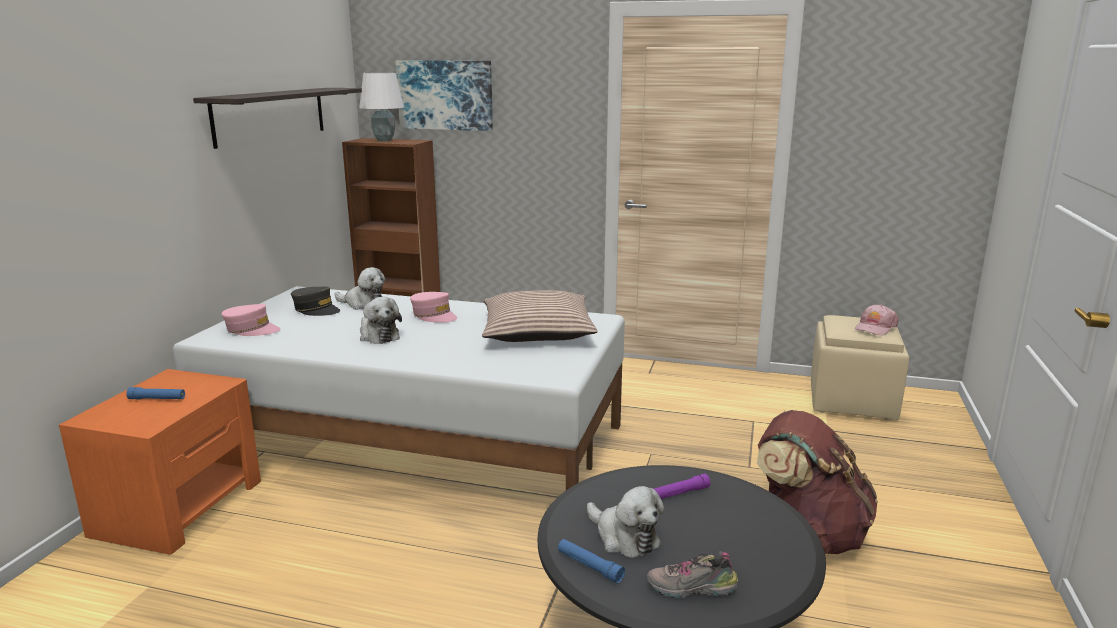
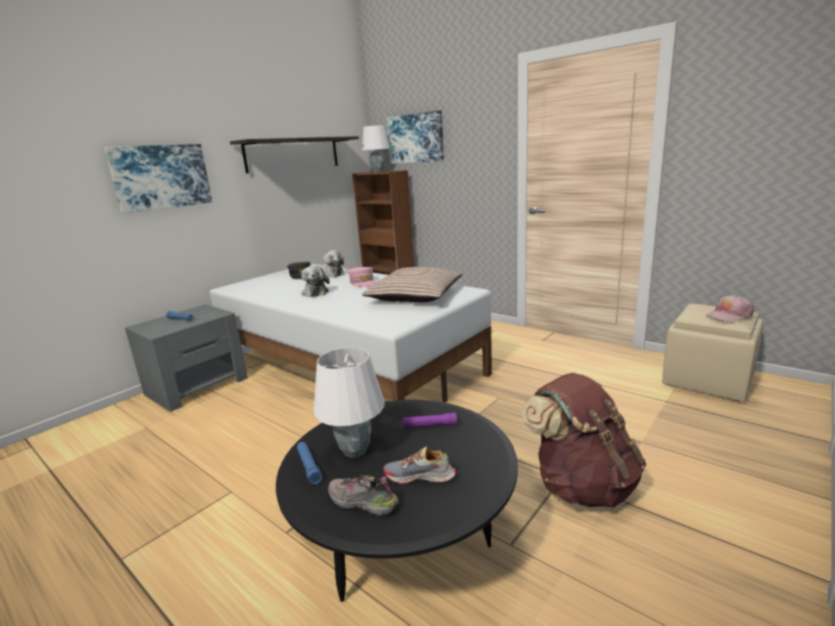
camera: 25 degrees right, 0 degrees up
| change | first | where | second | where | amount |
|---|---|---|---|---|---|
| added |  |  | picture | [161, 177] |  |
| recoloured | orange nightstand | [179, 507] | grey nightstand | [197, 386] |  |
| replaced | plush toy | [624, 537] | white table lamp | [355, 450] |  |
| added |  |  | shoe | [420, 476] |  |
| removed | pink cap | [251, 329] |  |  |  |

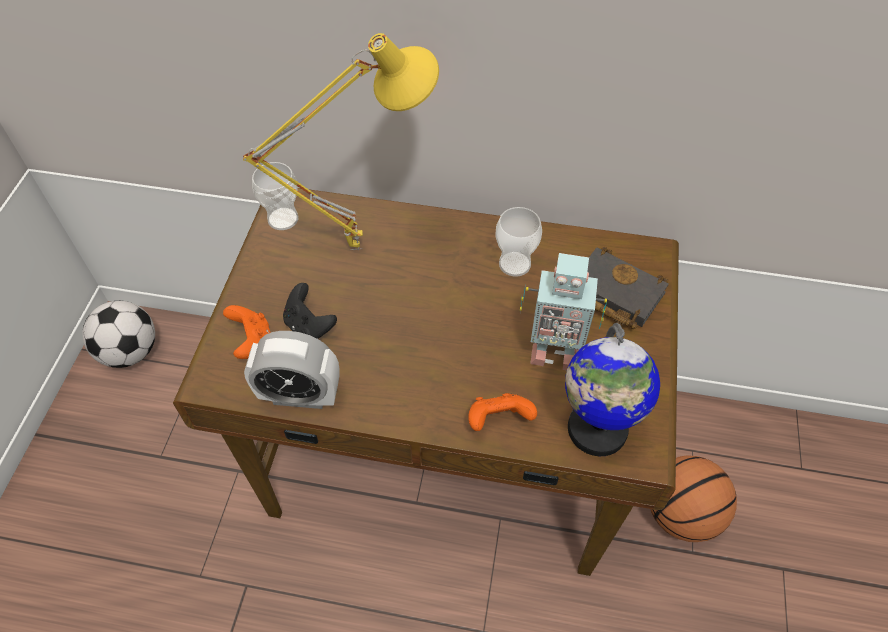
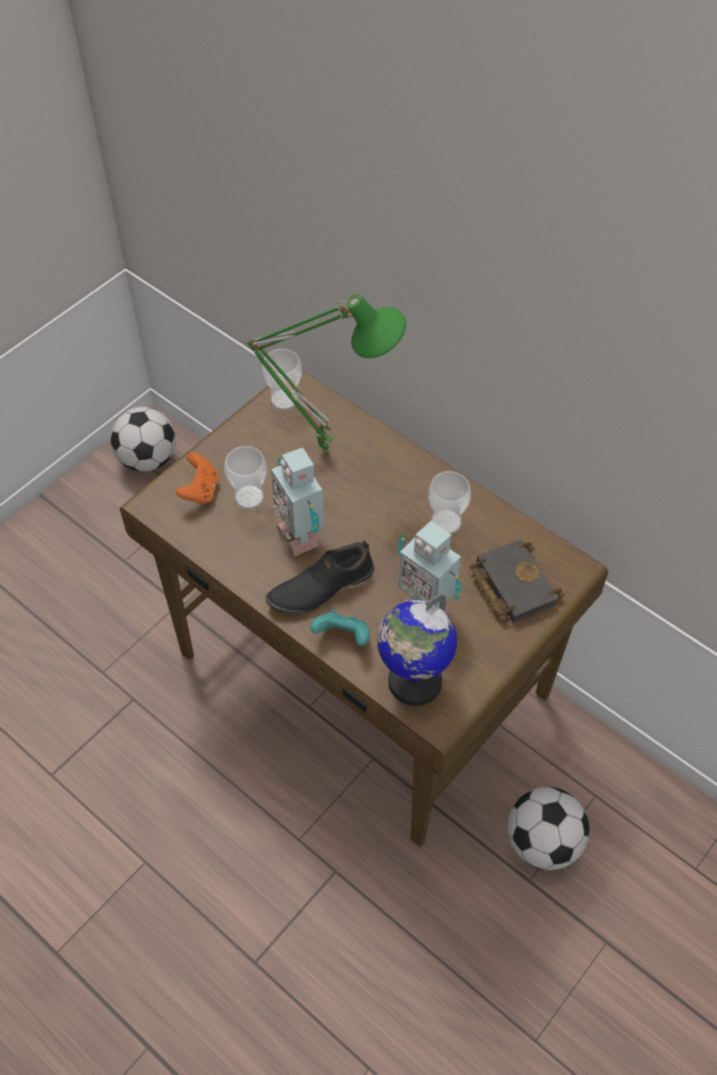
camera: 30 degrees right, 0 degrees up
| change | first | where | second | where | amount |
|---|---|---|---|---|---|
| replaced | black game controller | [309, 327] | cup | [249, 497] |  |
| recoloured | yellow table lamp | [356, 246] | green table lamp | [327, 448] |  |
| added |  |  | black shoe | [320, 586] |  |
| added |  |  | toy robot | [300, 534] |  |
| recoloured | orange game controller | [498, 420] | turquoise game controller | [343, 637] |  |
| replaced | basketball | [680, 513] | football | [543, 842] |  |
| removed | alarm clock | [300, 395] |  |  |  |

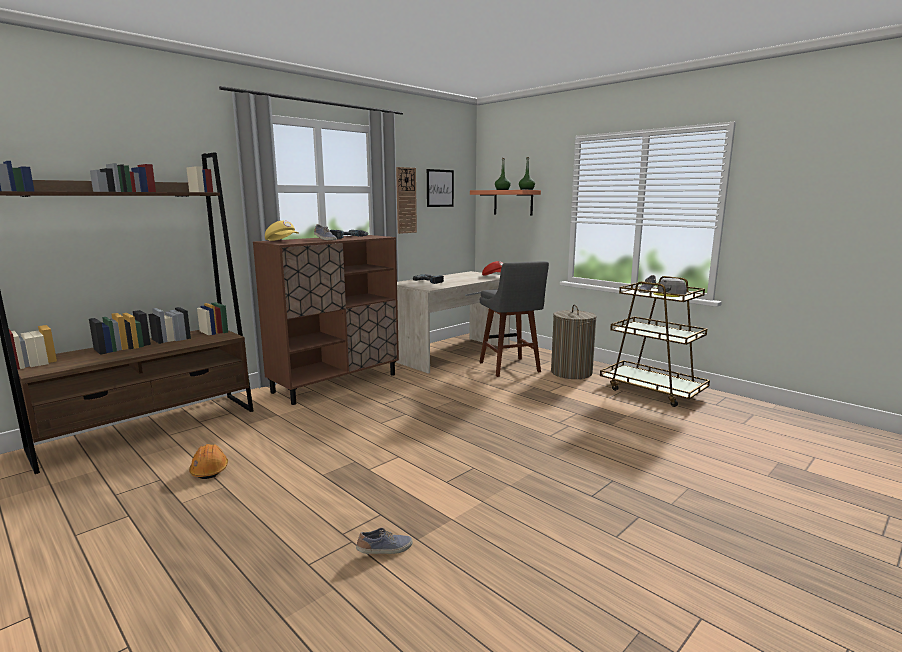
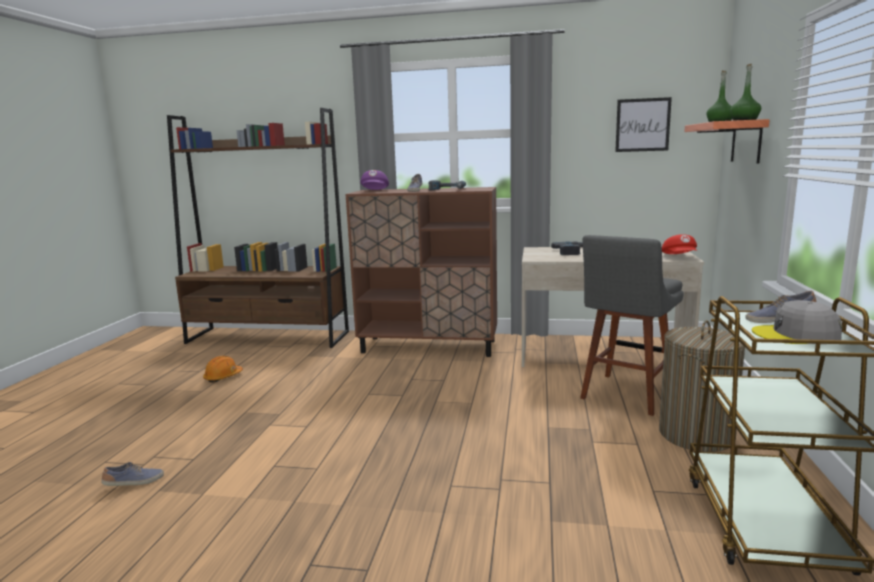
camera: 55 degrees right, 0 degrees up
| change | first | where | second | where | amount |
|---|---|---|---|---|---|
| turned | shoe | [385, 550] |  | [134, 483] | 60 degrees counterclockwise |
| recoloured | yellow cap | [282, 241] | purple cap | [375, 190] |  |
| removed | wall clock | [406, 200] |  |  |  |

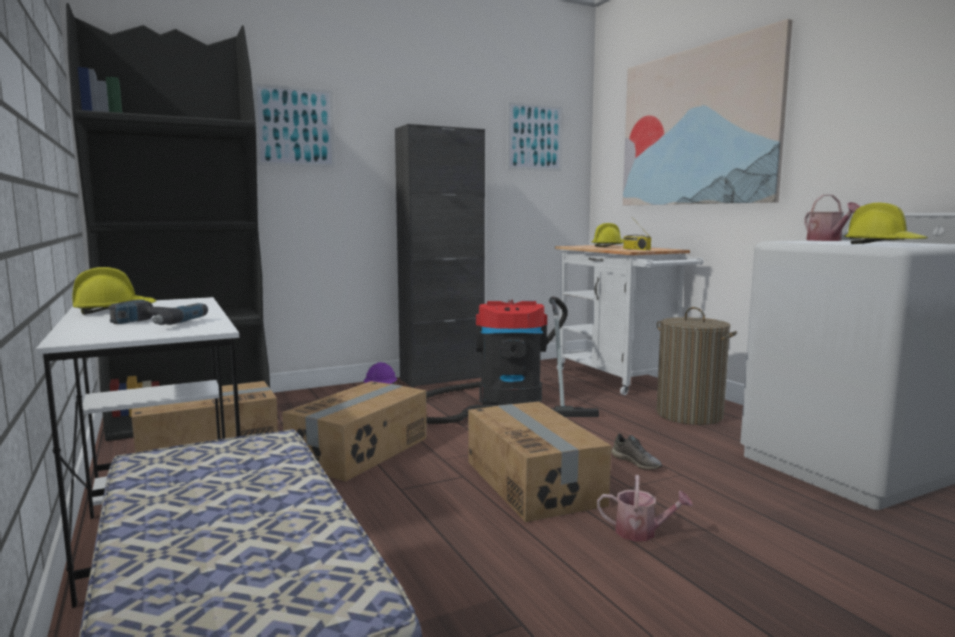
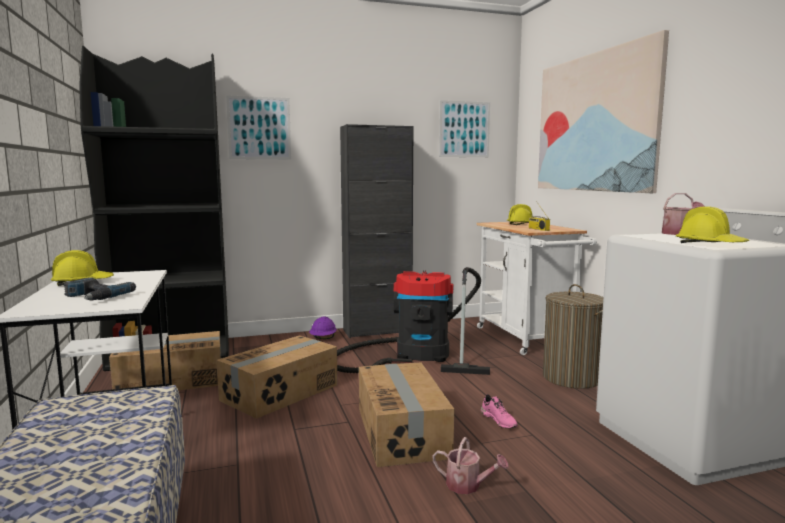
camera: 10 degrees right, 0 degrees up
| change | first | where | second | where | amount |
|---|---|---|---|---|---|
| recoloured | grey shoe | [637, 462] | pink shoe | [499, 420] |  |

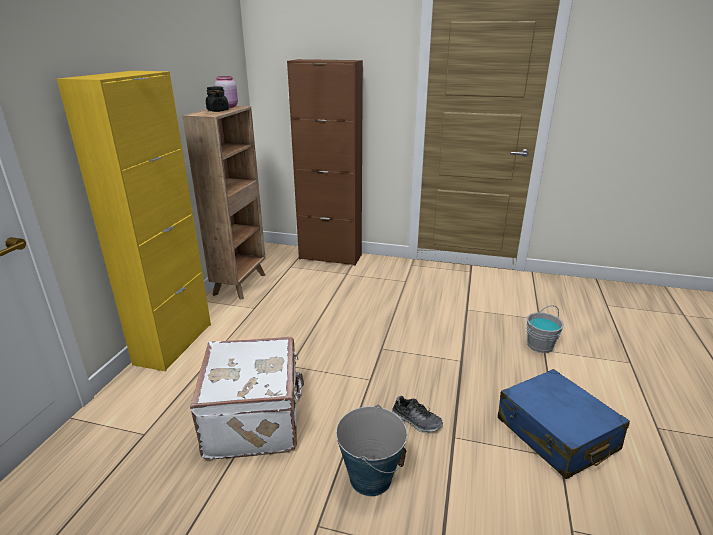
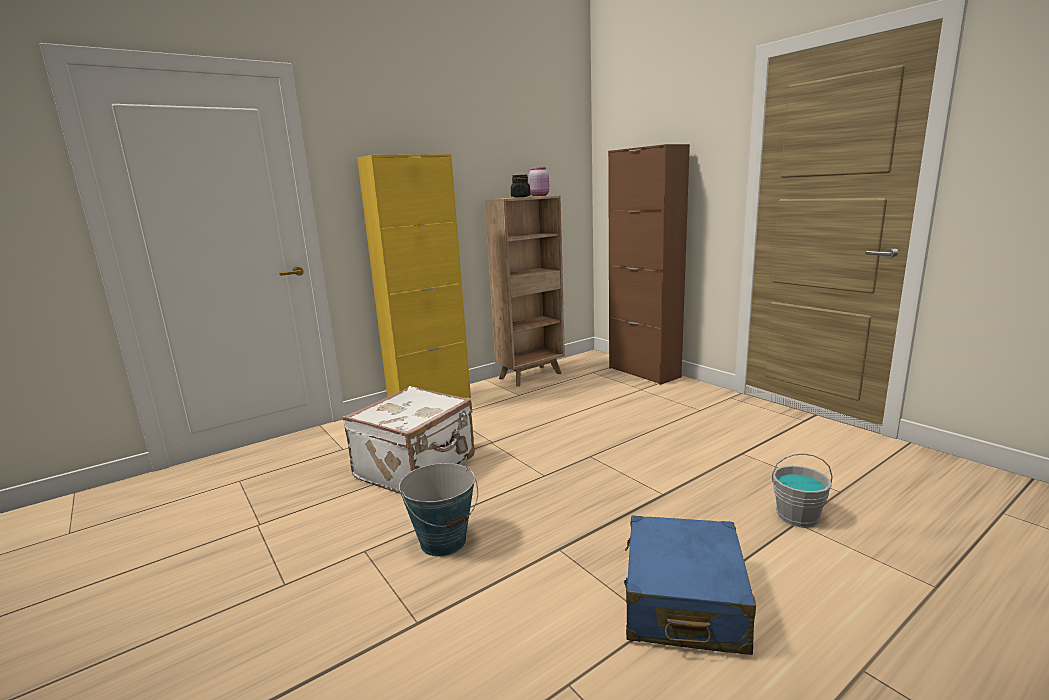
camera: 40 degrees right, 10 degrees down
| change | first | where | second | where | amount |
|---|---|---|---|---|---|
| removed | shoe | [416, 421] |  |  |  |

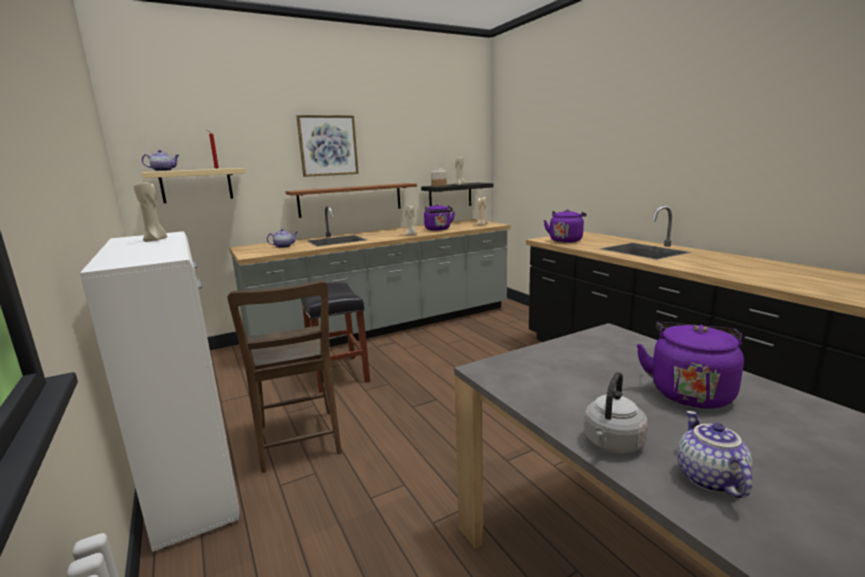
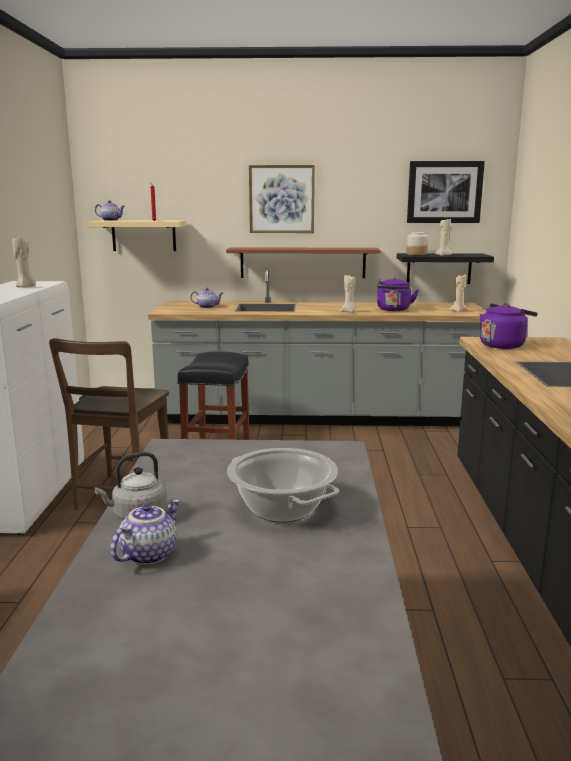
camera: 30 degrees right, 0 degrees up
| change | first | where | second | where | amount |
|---|---|---|---|---|---|
| replaced | purple kettle | [689, 392] | cooking pot | [283, 508] |  |
| added |  |  | picture | [444, 192] |  |

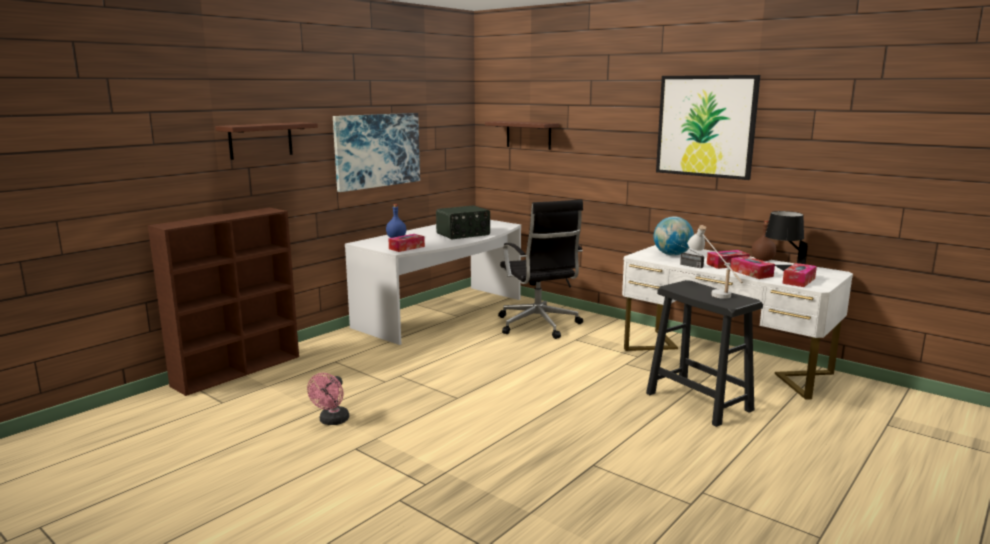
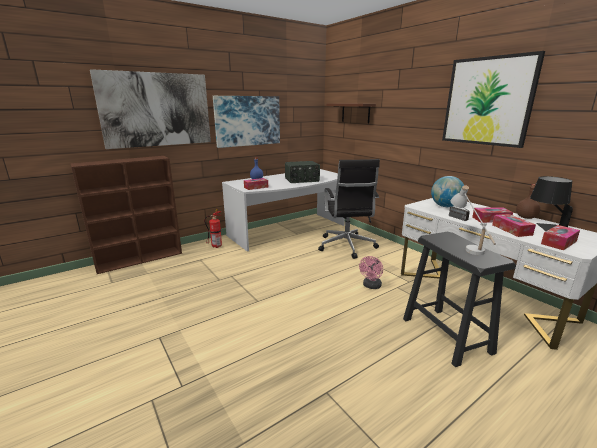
camera: 15 degrees right, 5 degrees up
| change | first | where | second | where | amount |
|---|---|---|---|---|---|
| replaced | brown shelf | [261, 140] | picture | [156, 110] |  |
| added |  |  | fire extinguisher | [215, 247] |  |
| moved | pink fan | [332, 421] |  | [371, 286] |  |

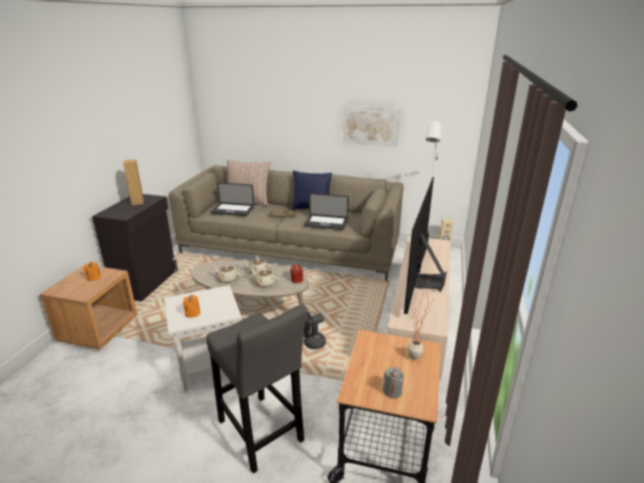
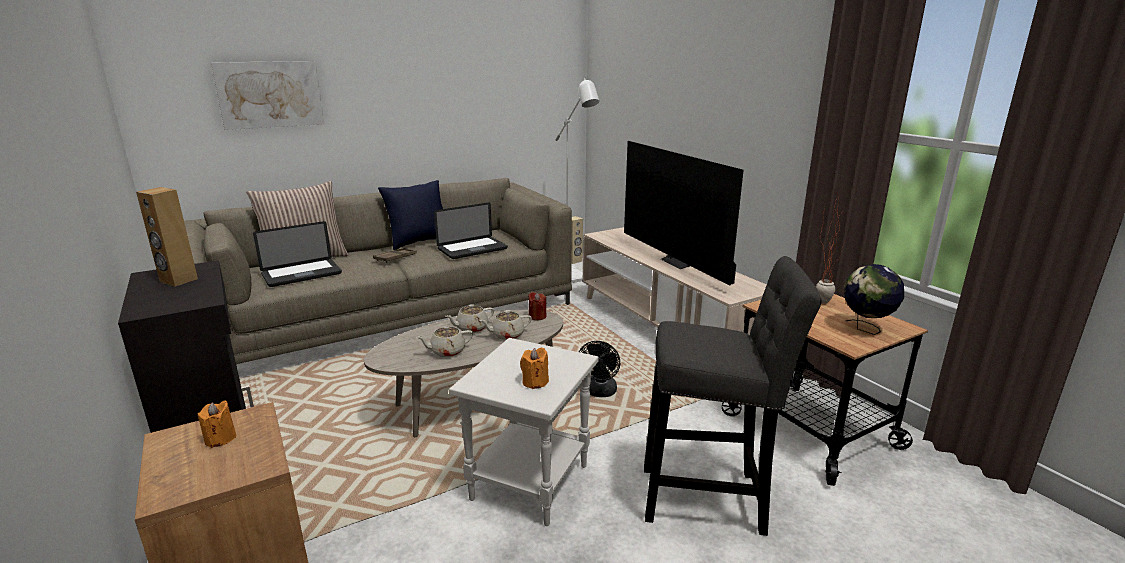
camera: 45 degrees left, 5 degrees down
| change | first | where | second | where | amount |
|---|---|---|---|---|---|
| moved | picture | [370, 125] |  | [270, 94] |  |
| replaced | grey candle | [392, 391] | globe | [866, 329] |  |

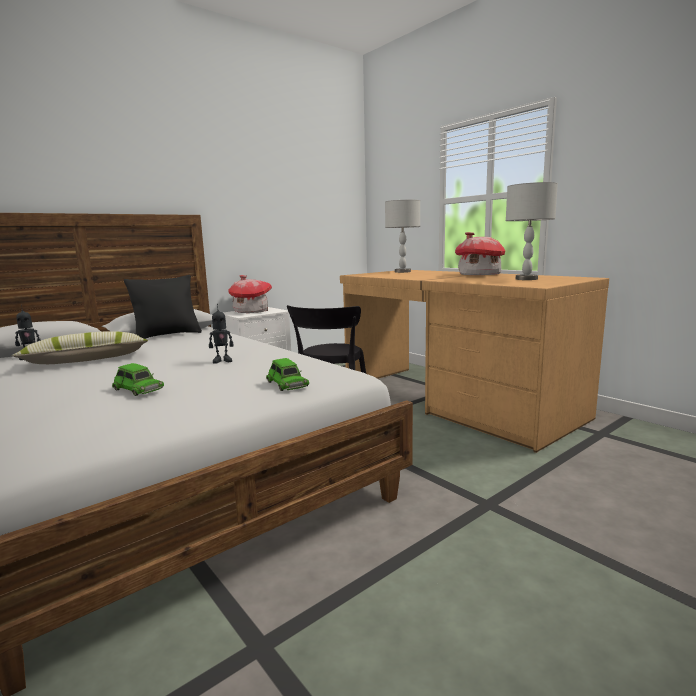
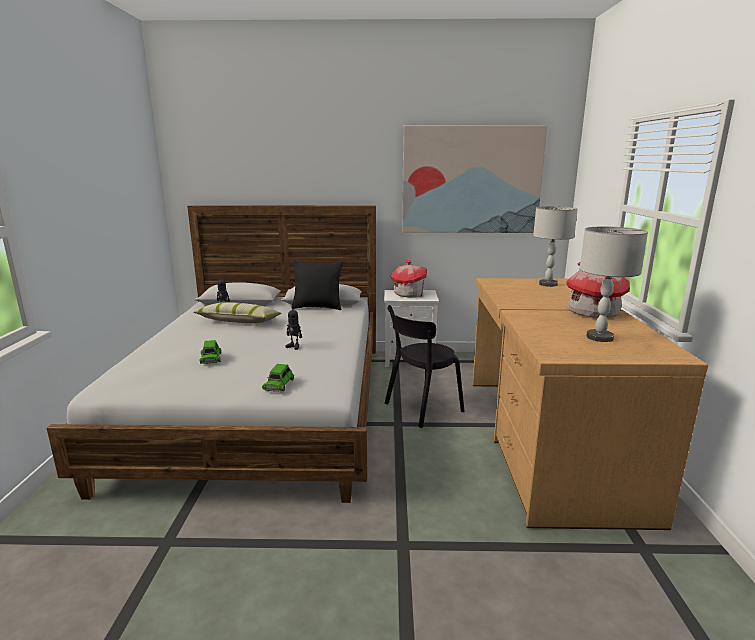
camera: 40 degrees right, 5 degrees up
| change | first | where | second | where | amount |
|---|---|---|---|---|---|
| added |  |  | picture | [471, 180] |  |

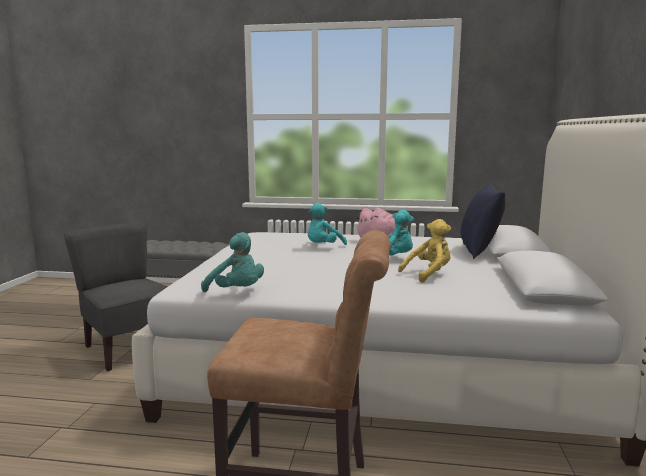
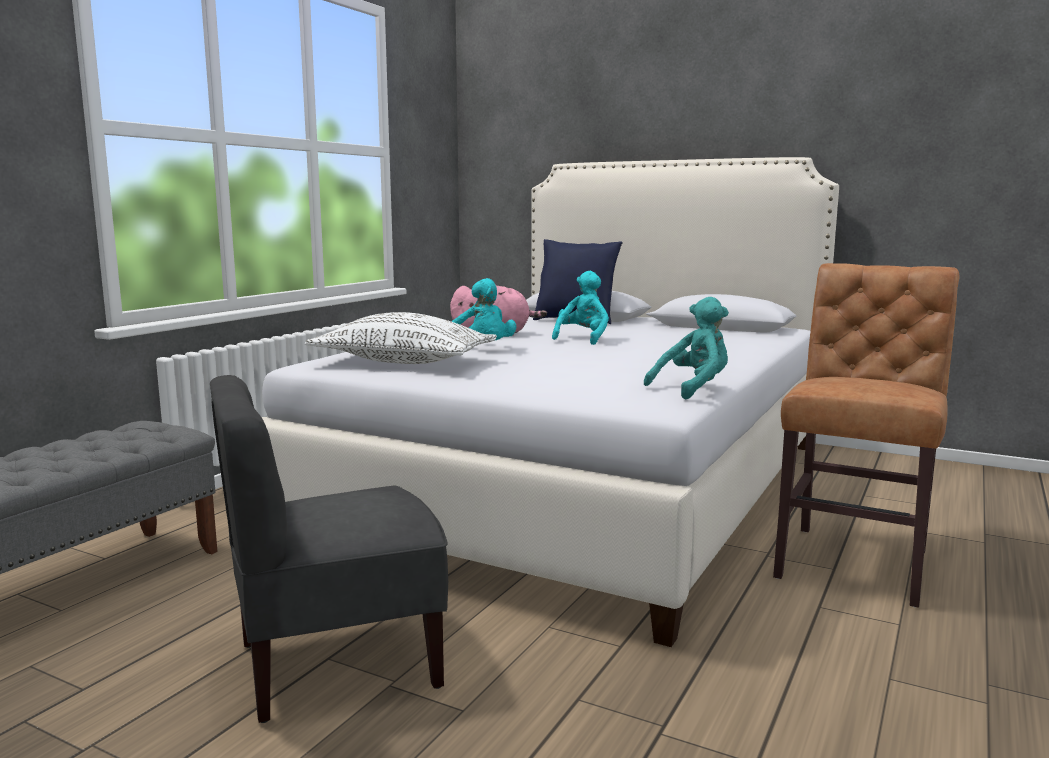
camera: 70 degrees left, 0 degrees up
| change | first | where | second | where | amount |
|---|---|---|---|---|---|
| added |  |  | white pillow | [403, 362] |  |
| removed | yellow plush toy | [428, 274] |  |  |  |

